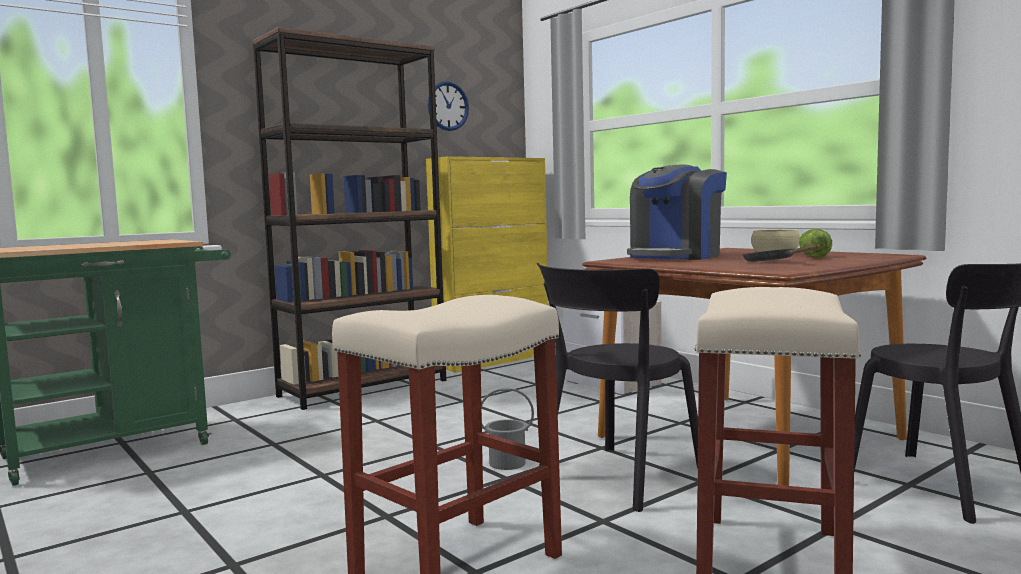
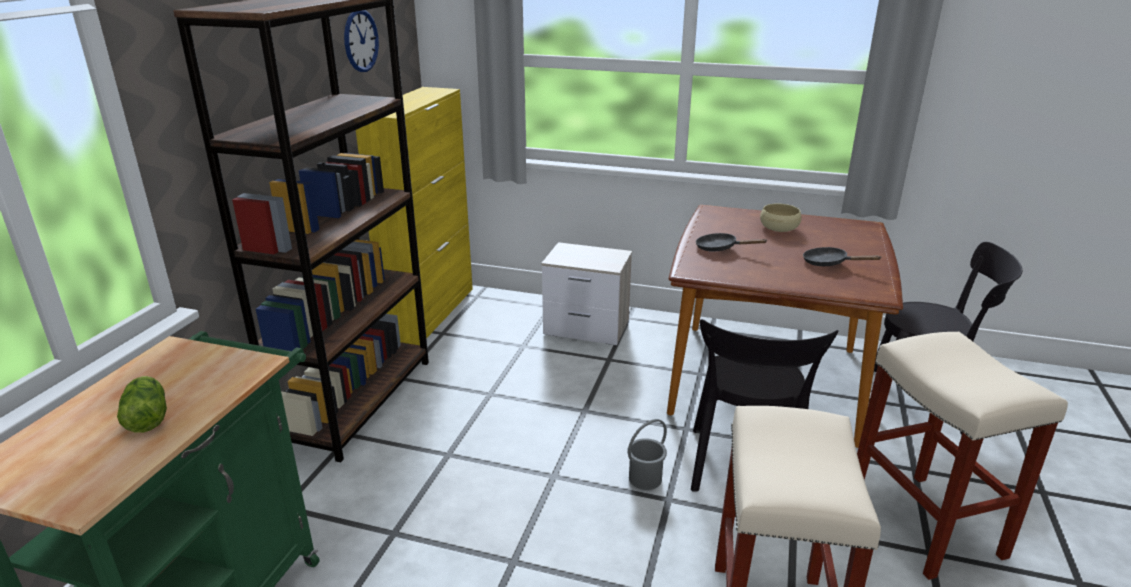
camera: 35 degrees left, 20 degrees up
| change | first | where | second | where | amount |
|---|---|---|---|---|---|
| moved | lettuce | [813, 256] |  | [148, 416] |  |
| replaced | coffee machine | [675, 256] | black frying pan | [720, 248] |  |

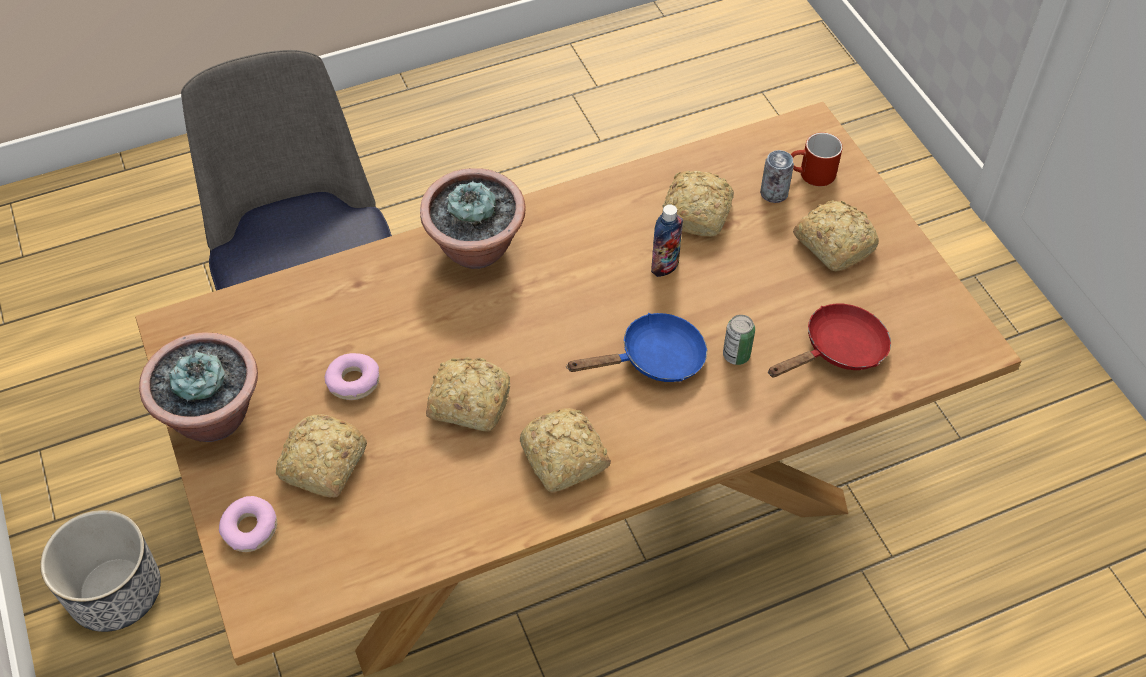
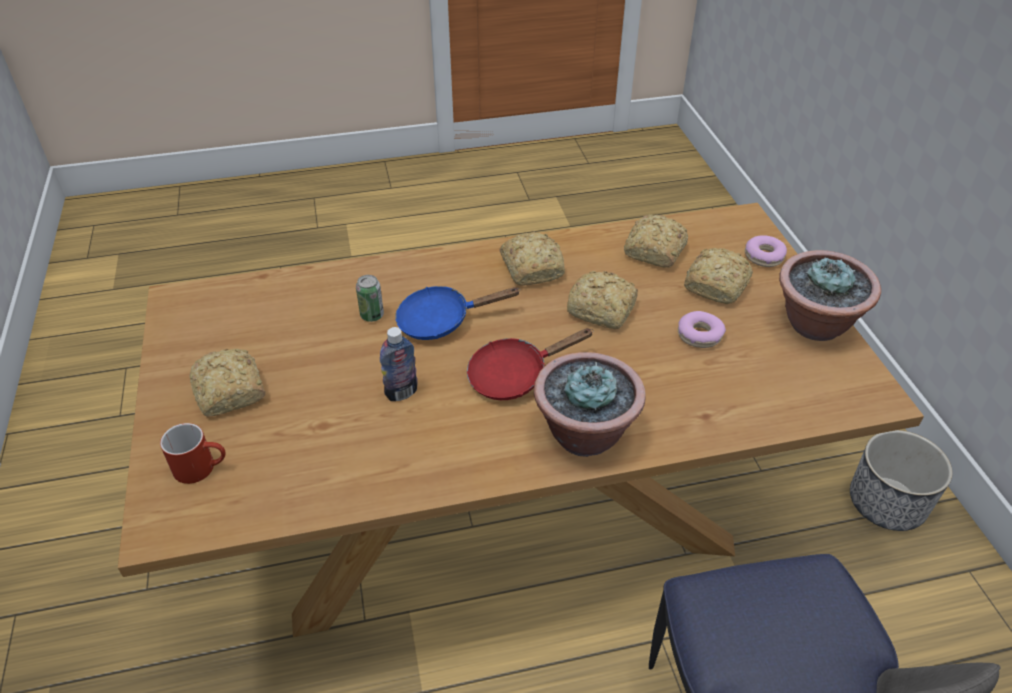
camera: 170 degrees left, 10 degrees down
| change | first | where | second | where | amount |
|---|---|---|---|---|---|
| moved | red frying pan | [838, 350] |  | [514, 375] |  |
| moved | bread | [698, 212] |  | [653, 252] |  |
| removed | can | [774, 193] |  |  |  |

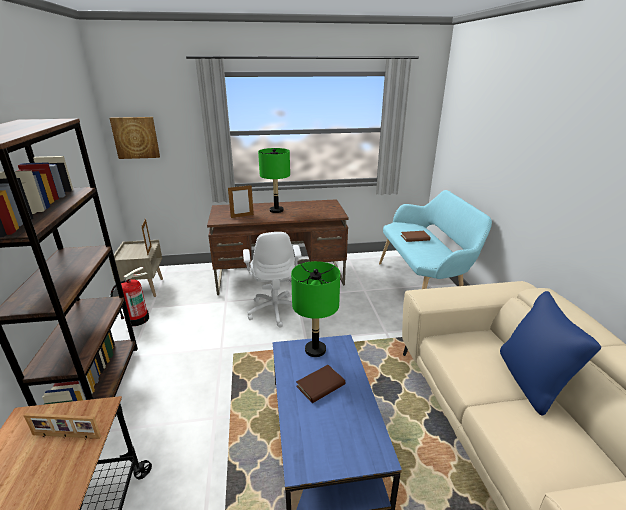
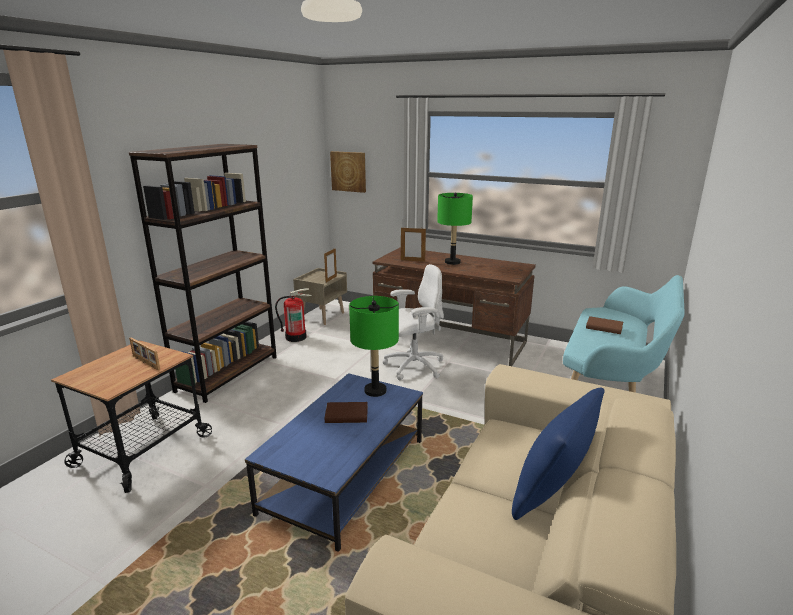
camera: 35 degrees right, 5 degrees down
| change | first | where | second | where | amount |
|---|---|---|---|---|---|
| turned | white office chair | [275, 310] |  | [413, 366] | 135 degrees counterclockwise |

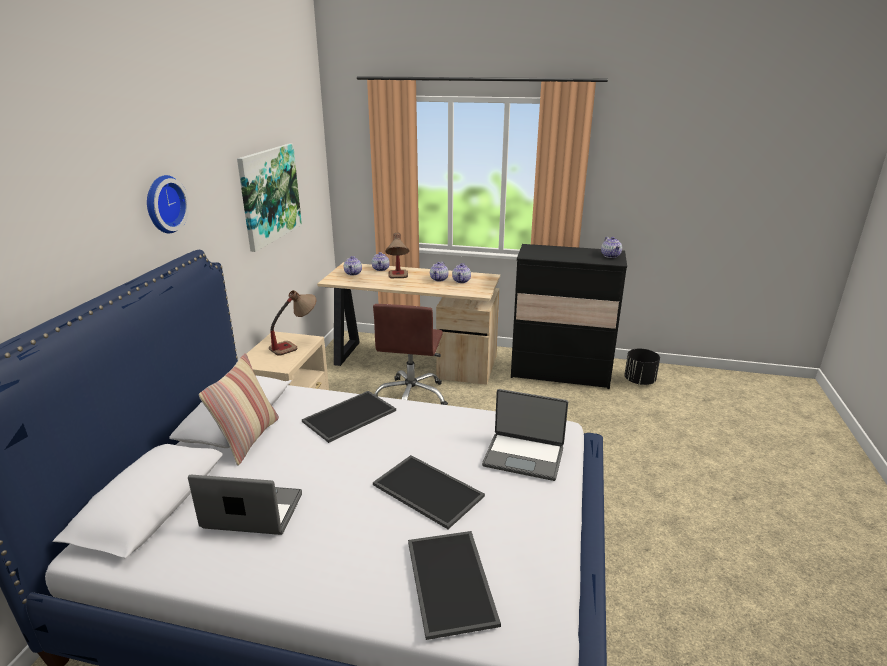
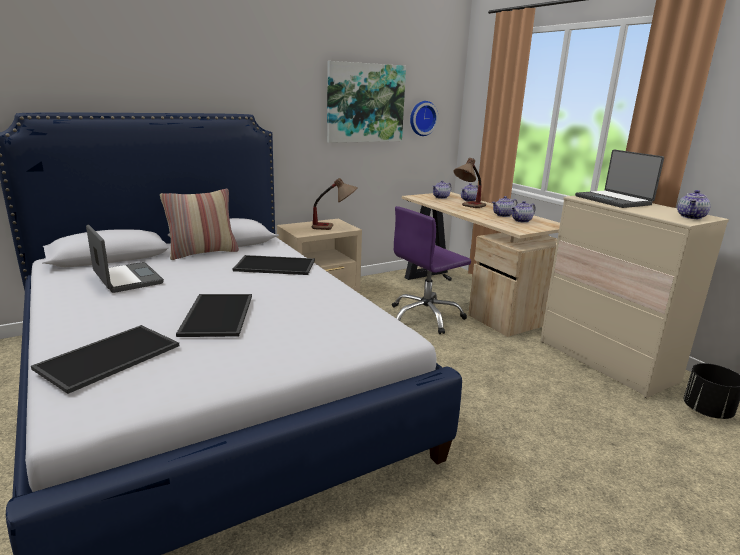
camera: 45 degrees right, 5 degrees down
| change | first | where | second | where | amount |
|---|---|---|---|---|---|
| recoloured | brown office chair | [411, 397] | purple office chair | [425, 317] |  |
| moved | wall clock | [163, 204] |  | [422, 118] |  |
| recoloured | black dresser | [560, 373] | beige dresser | [606, 361] |  |
| moved | laptop | [524, 456] |  | [614, 200] |  |

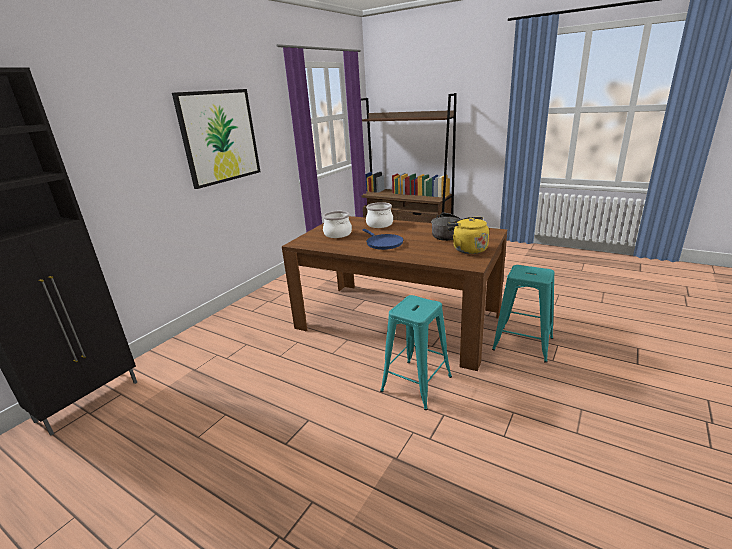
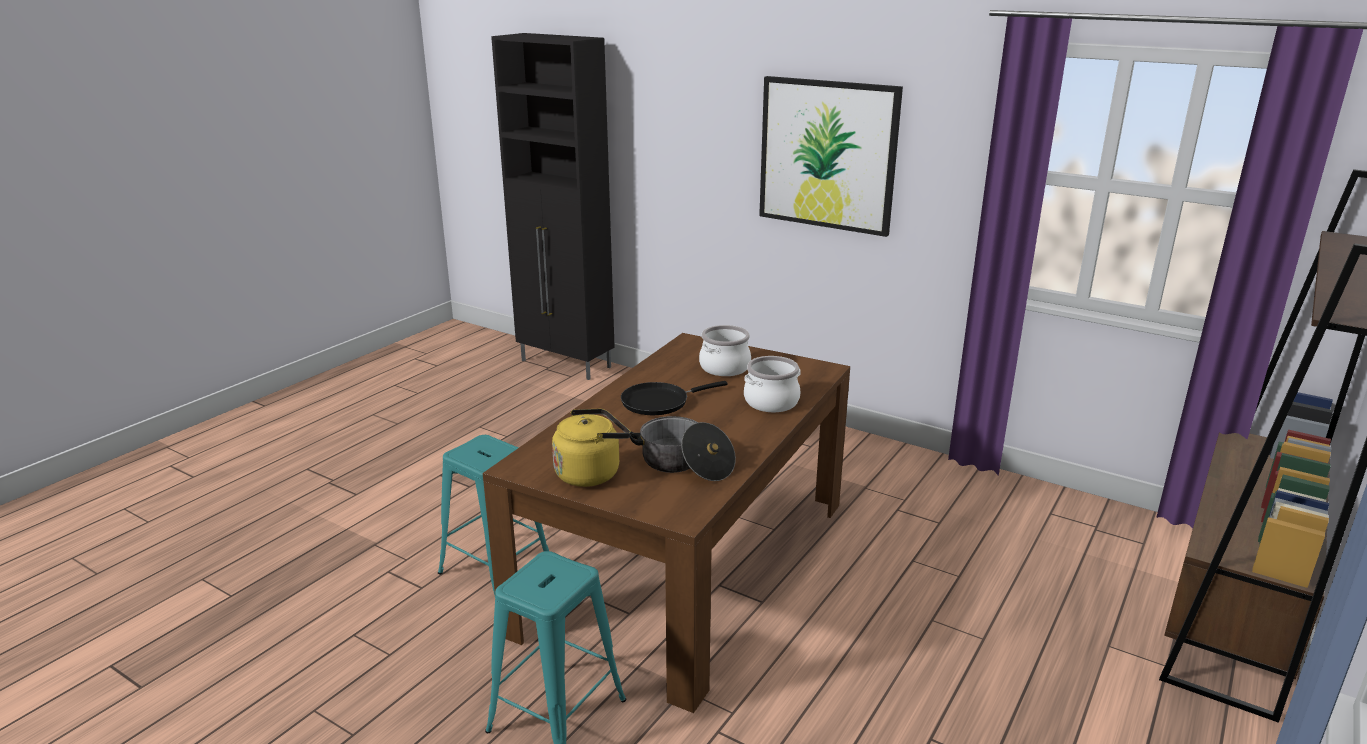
camera: 90 degrees right, 0 degrees up
| change | first | where | second | where | amount |
|---|---|---|---|---|---|
| recoloured | blue frying pan | [383, 243] | black frying pan | [659, 402] |  |

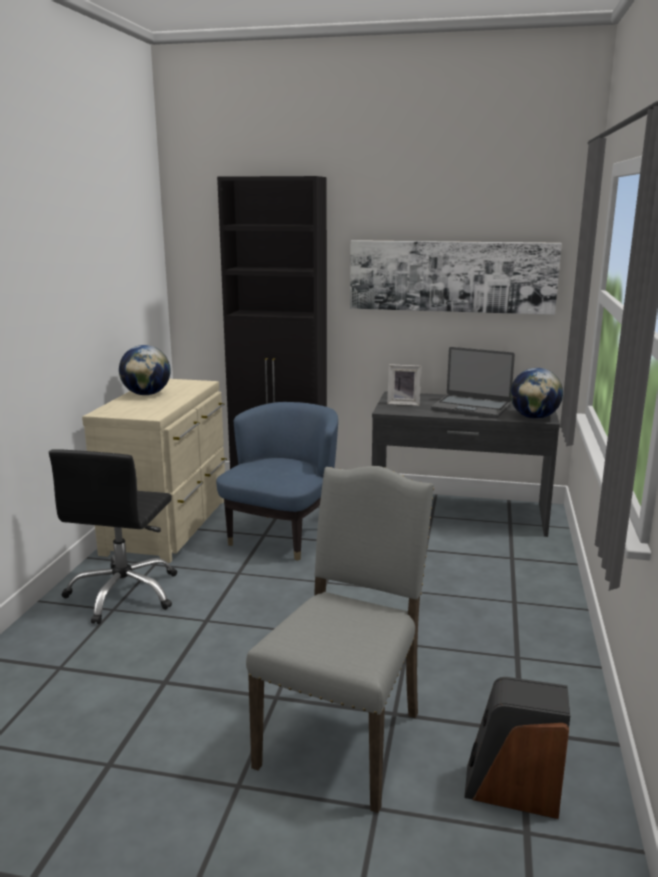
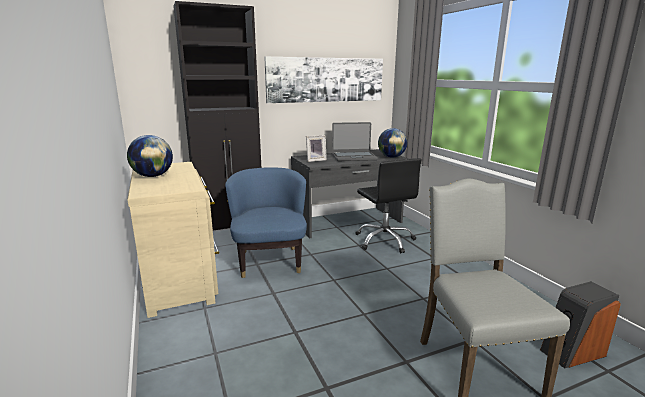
camera: 35 degrees left, 0 degrees up
| change | first | where | second | where | amount |
|---|---|---|---|---|---|
| moved | black office chair | [124, 593] |  | [385, 240] |  |

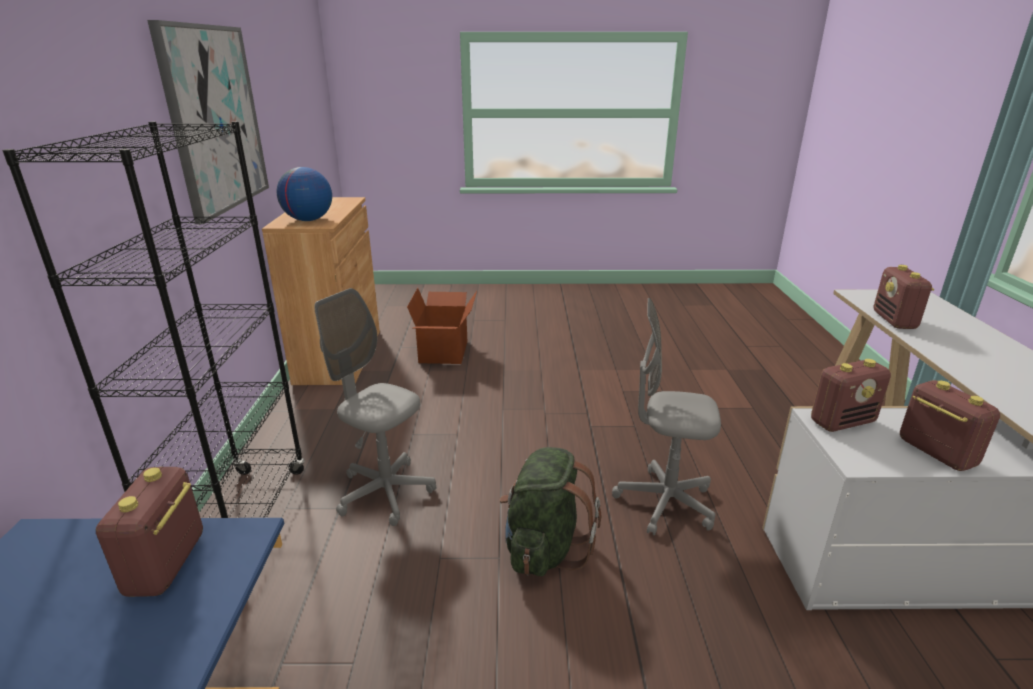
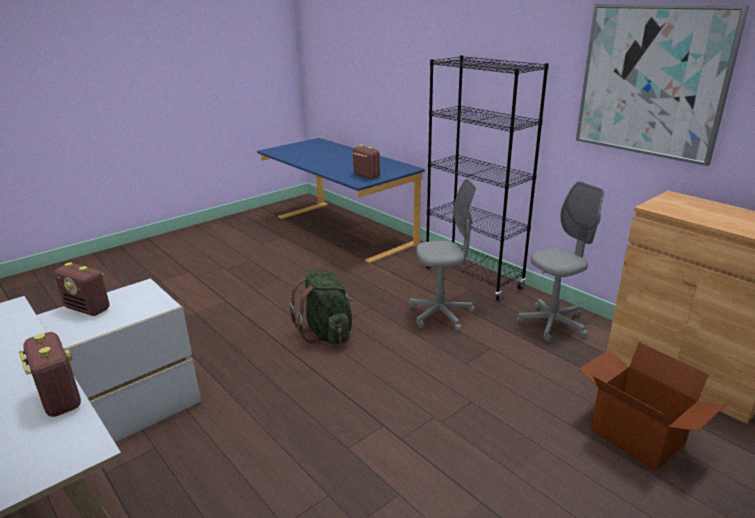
camera: 140 degrees right, 0 degrees up
| change | first | where | second | where | amount |
|---|---|---|---|---|---|
| moved | grey office chair | [665, 502] |  | [552, 324] |  |
| removed | globe | [308, 220] |  |  |  |
| removed | radio | [842, 422] |  |  |  |

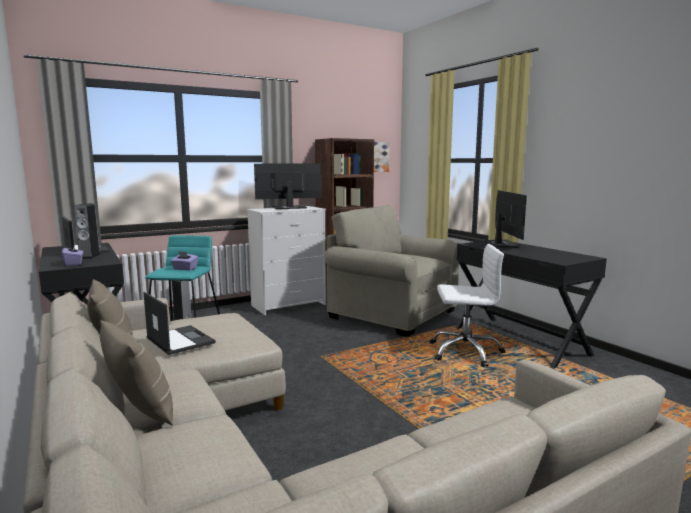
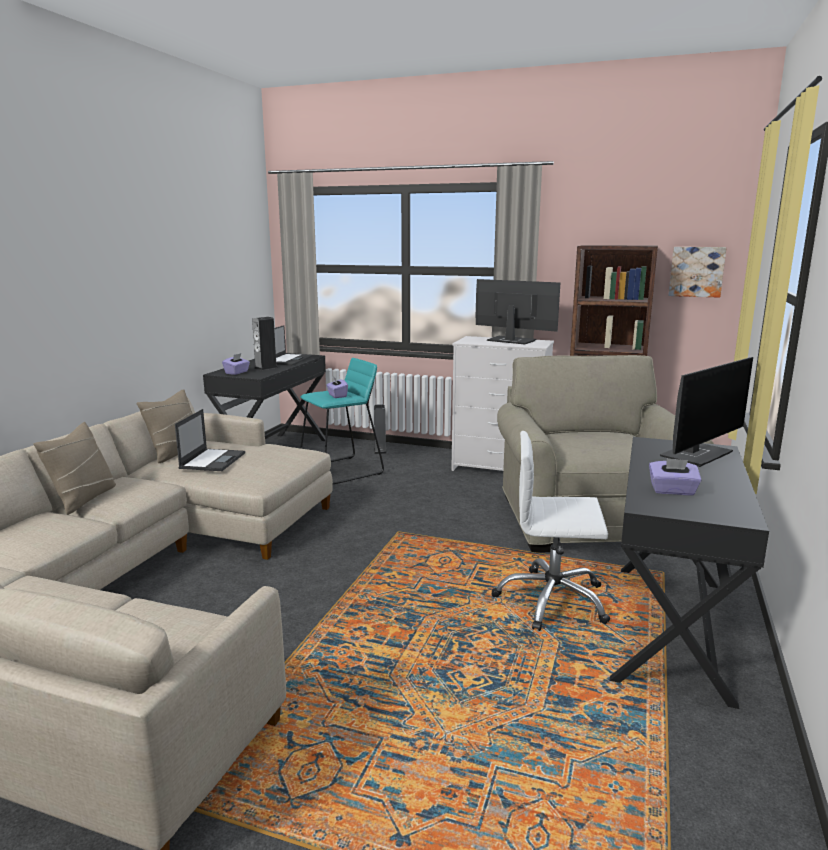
camera: 50 degrees right, 5 degrees up
| change | first | where | second | where | amount |
|---|---|---|---|---|---|
| turned | white office chair | [465, 352] |  | [552, 601] | 135 degrees clockwise |
| added |  |  | purple tissue box | [672, 491] |  |

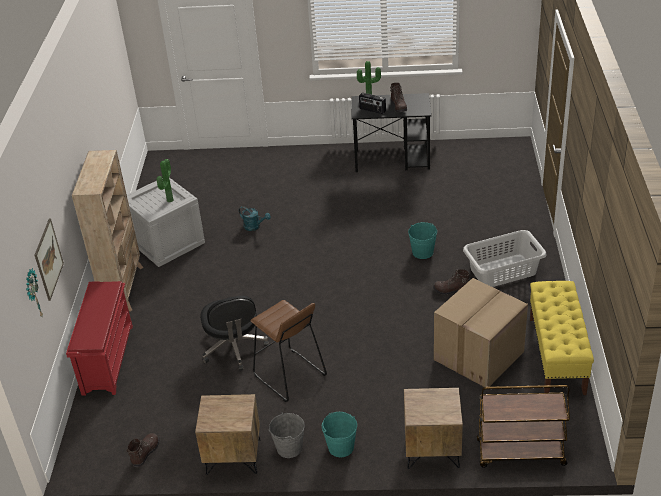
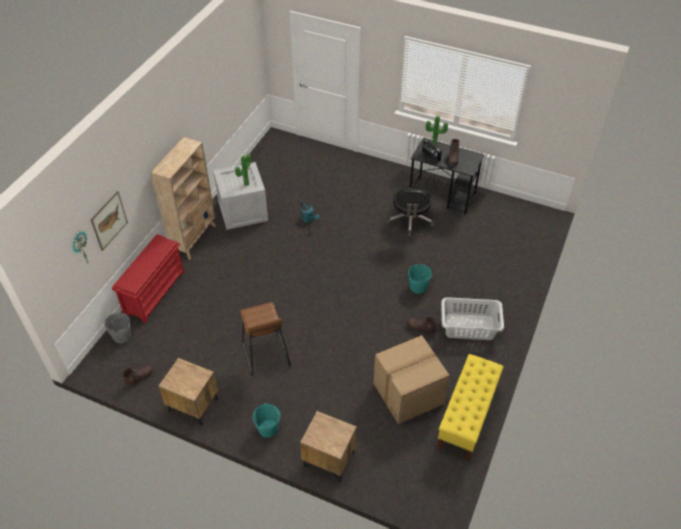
camera: 20 degrees right, 10 degrees up
| change | first | where | second | where | amount |
|---|---|---|---|---|---|
| moved | grey bucket | [289, 448] |  | [122, 336] |  |
| moved | black office chair | [234, 348] |  | [410, 221] |  |
| removed | brown cart | [520, 453] |  |  |  |

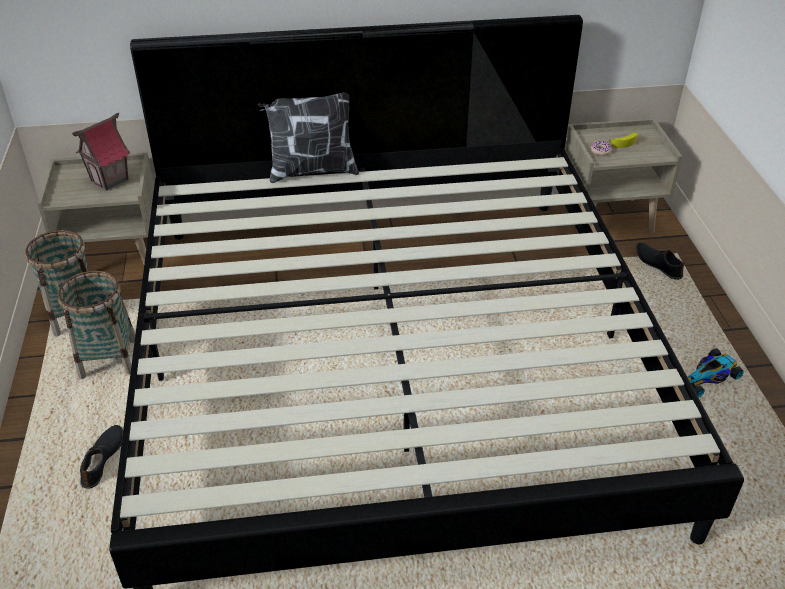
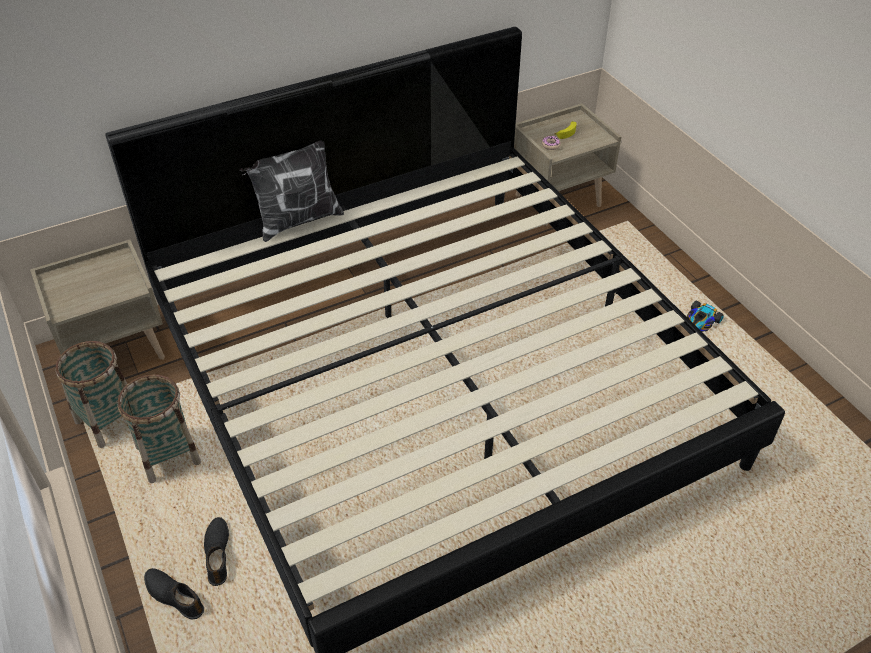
camera: 20 degrees left, 5 degrees up
| change | first | where | second | where | amount |
|---|---|---|---|---|---|
| moved | black shoe | [658, 264] |  | [174, 596] |  |
| removed | toy house | [110, 180] |  |  |  |

